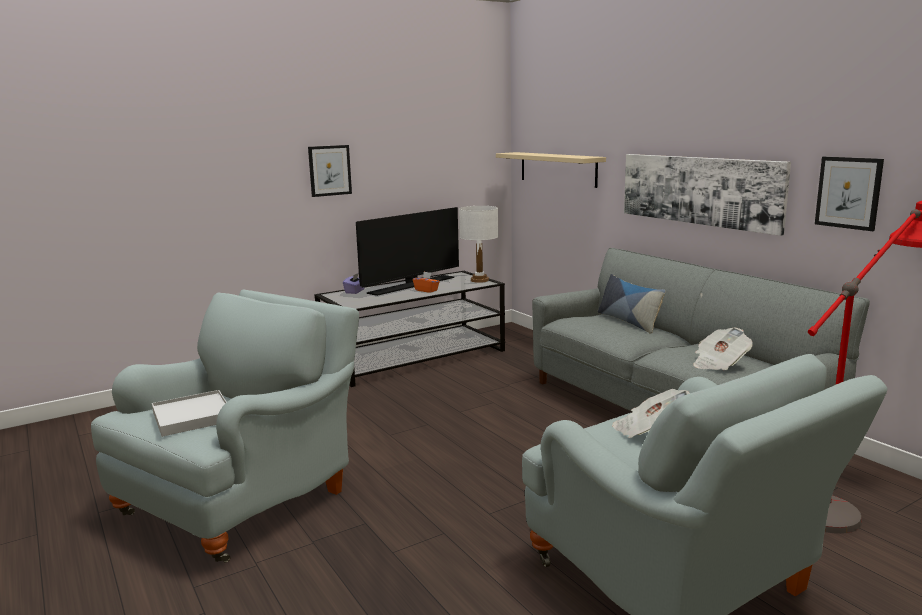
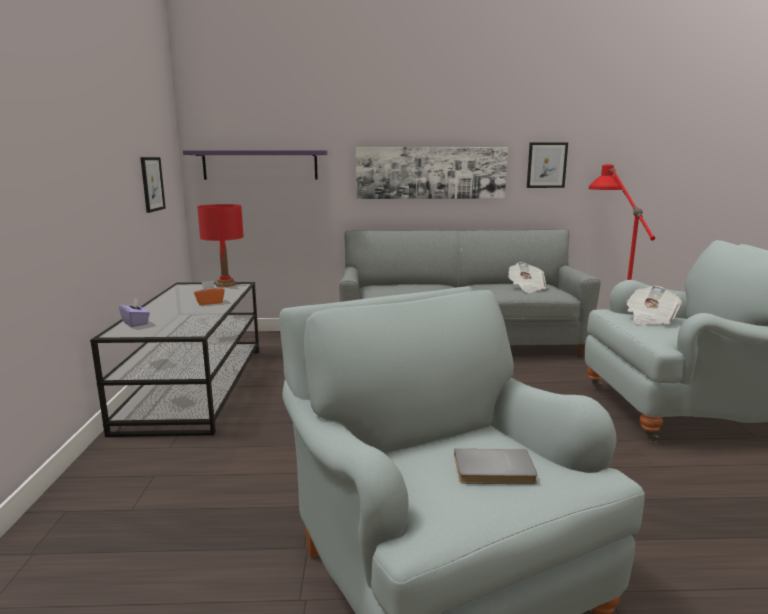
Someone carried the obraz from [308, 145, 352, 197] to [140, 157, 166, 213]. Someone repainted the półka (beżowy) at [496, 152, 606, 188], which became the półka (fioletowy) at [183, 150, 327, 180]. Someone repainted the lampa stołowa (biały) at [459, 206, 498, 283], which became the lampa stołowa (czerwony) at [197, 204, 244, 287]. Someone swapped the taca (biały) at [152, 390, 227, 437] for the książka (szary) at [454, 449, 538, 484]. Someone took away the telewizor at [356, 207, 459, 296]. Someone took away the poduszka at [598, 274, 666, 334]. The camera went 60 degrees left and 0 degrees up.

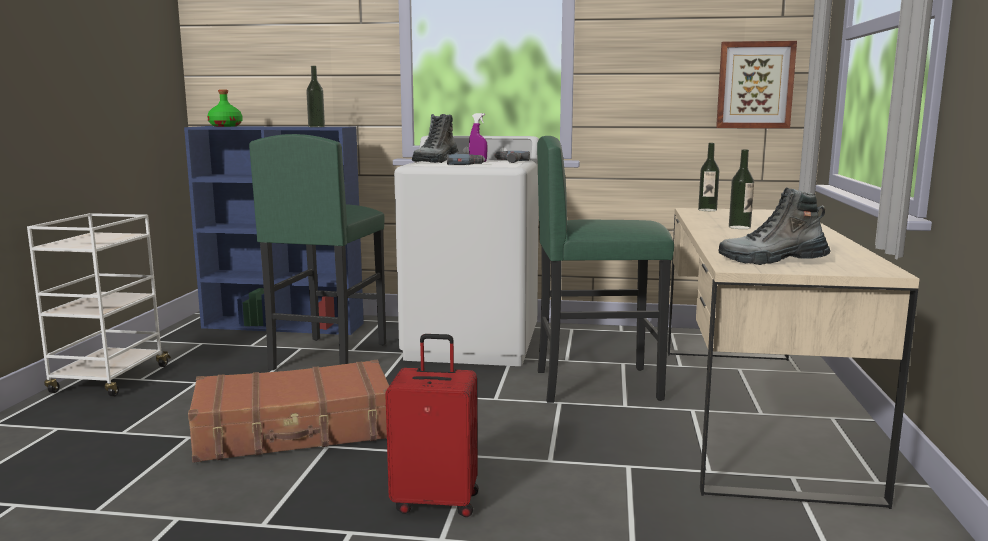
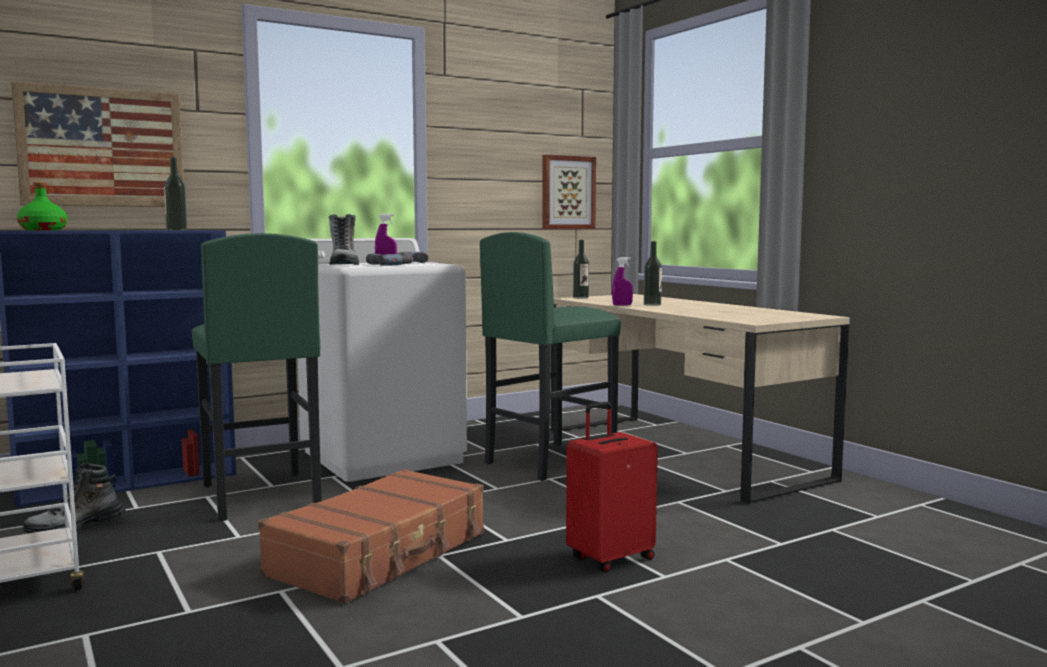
Someone put up the obraz at [11, 81, 184, 207]. Someone carried the but z cholewką from [719, 188, 831, 265] to [23, 463, 126, 534]. Someone put down the spryskiwacz (fioletowy) at [612, 257, 633, 306]. The camera went 40 degrees left and 5 degrees down.

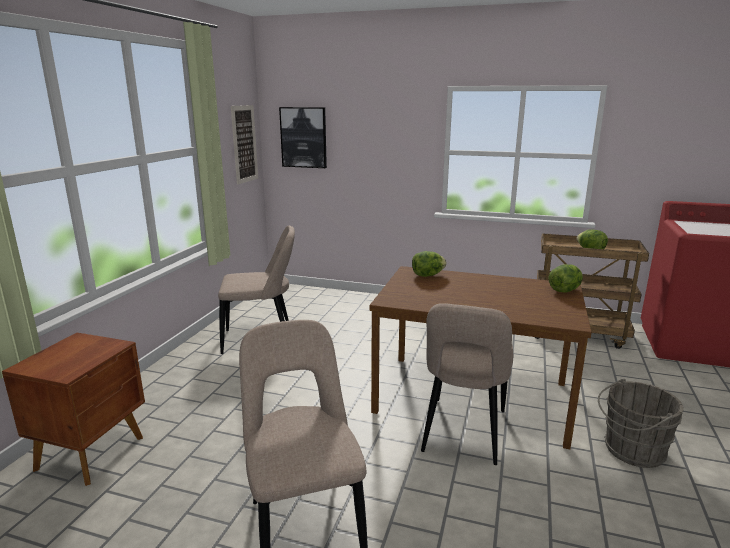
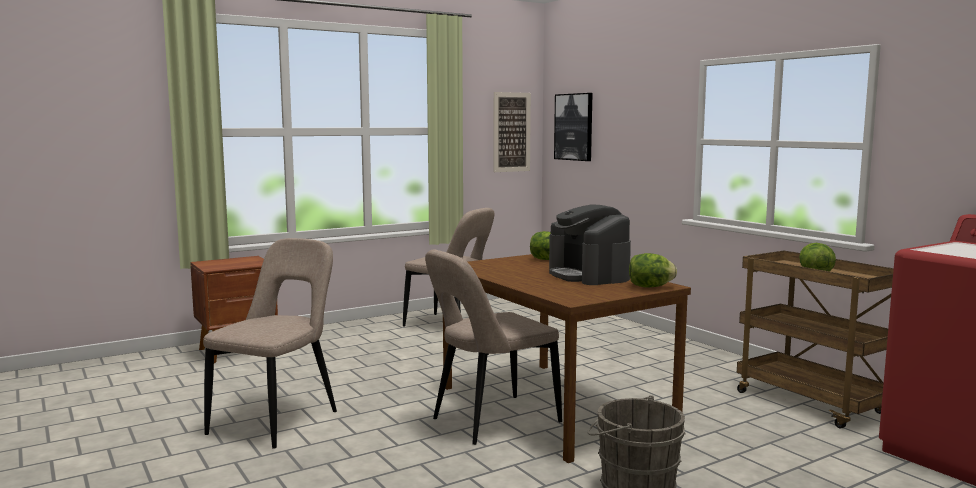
Someone put down the ekspres do kawy at [549, 204, 631, 285]. The camera went 40 degrees right and 10 degrees down.

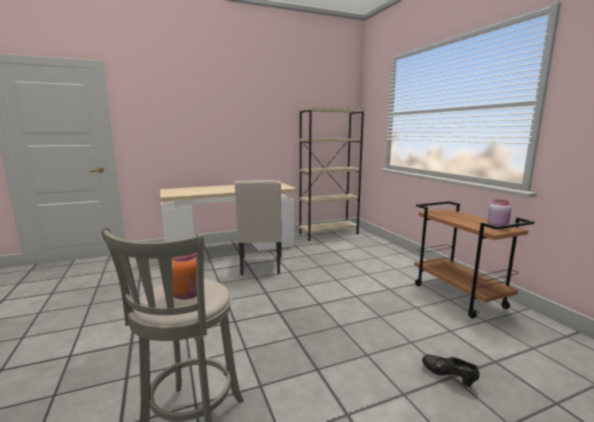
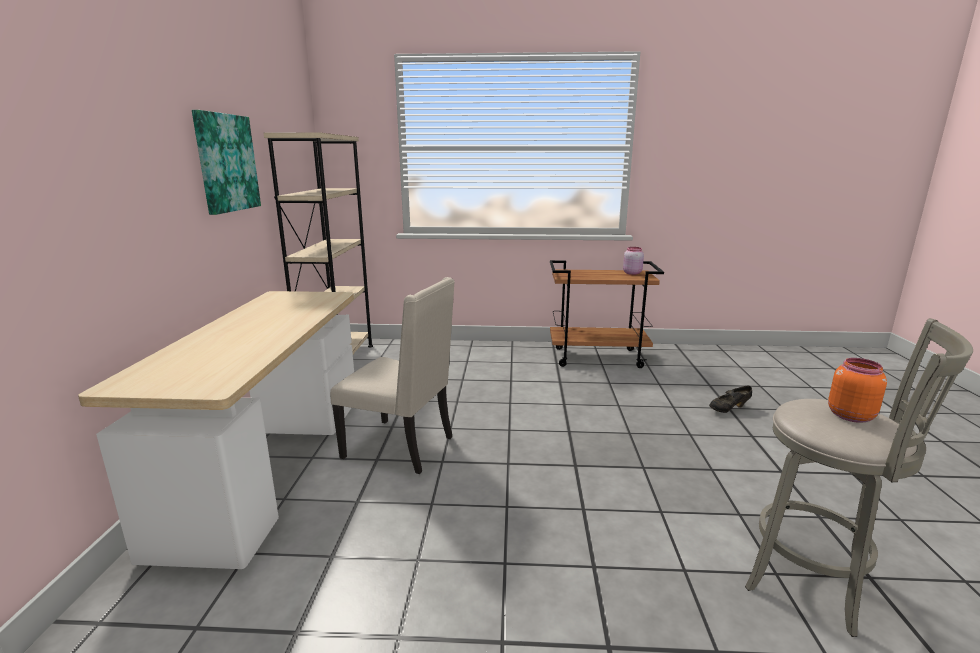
Someone put up the obraz at [192, 110, 261, 215]. The camera went 65 degrees left and 5 degrees up.

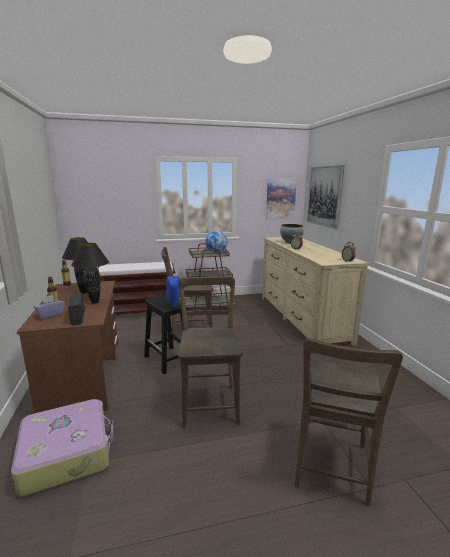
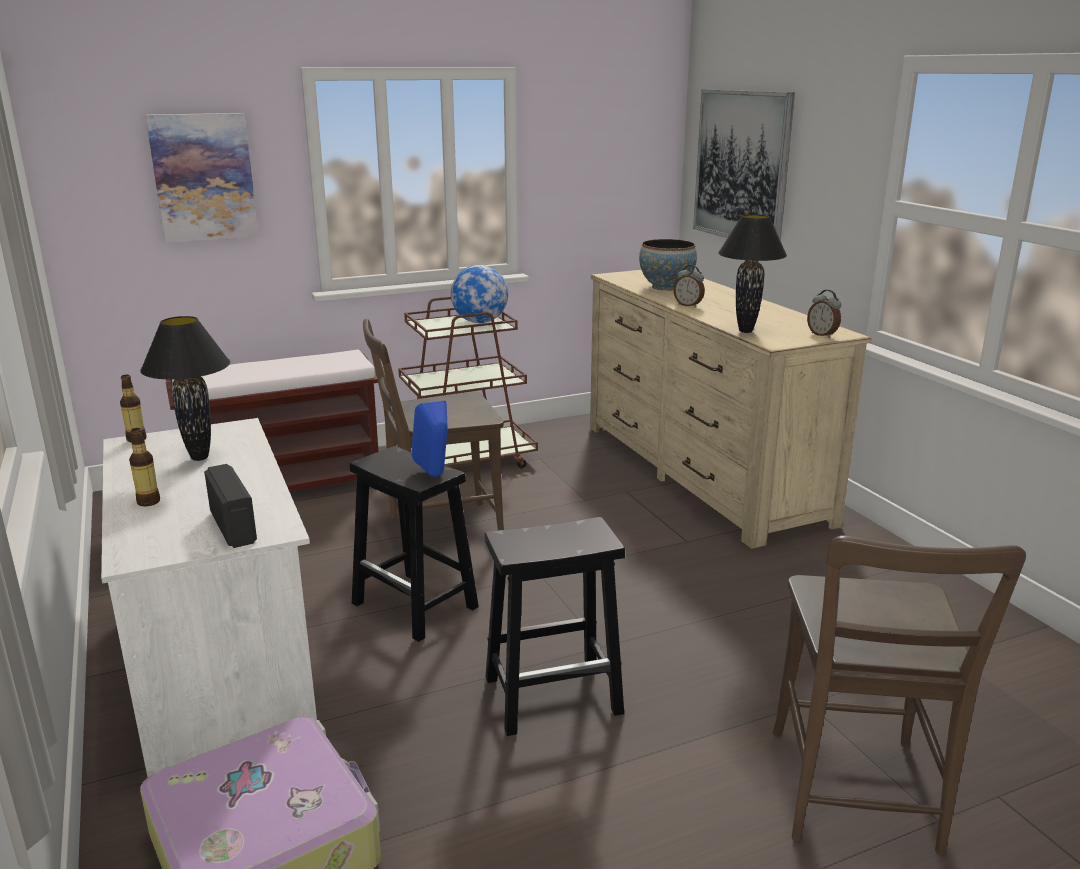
Someone repainted the biurko (brązowy) at [17, 281, 118, 413], which became the biurko (biały) at [101, 418, 317, 777]. Someone carried the obraz from [266, 178, 297, 219] to [145, 113, 259, 243]. Someone swapped the krzesło (brązowy) at [178, 277, 243, 428] for the stołek (czarny) at [485, 517, 625, 736]. Someone carried the lampa stołowa (czarny) from [71, 243, 109, 304] to [718, 214, 787, 333]. Someone took away the pudełko chusteczek (fioletowy) at [34, 295, 65, 319]. The camera went 10 degrees left and 5 degrees up.

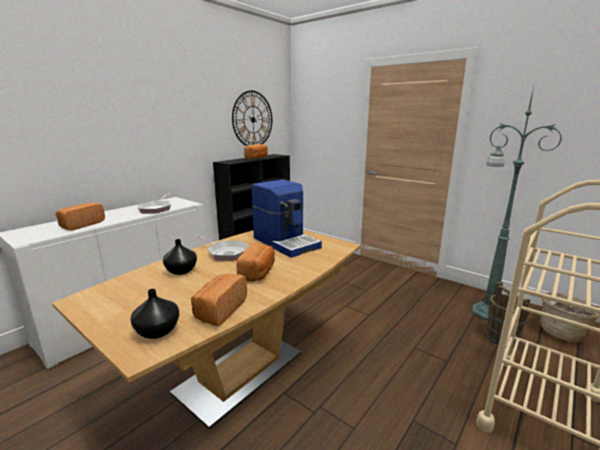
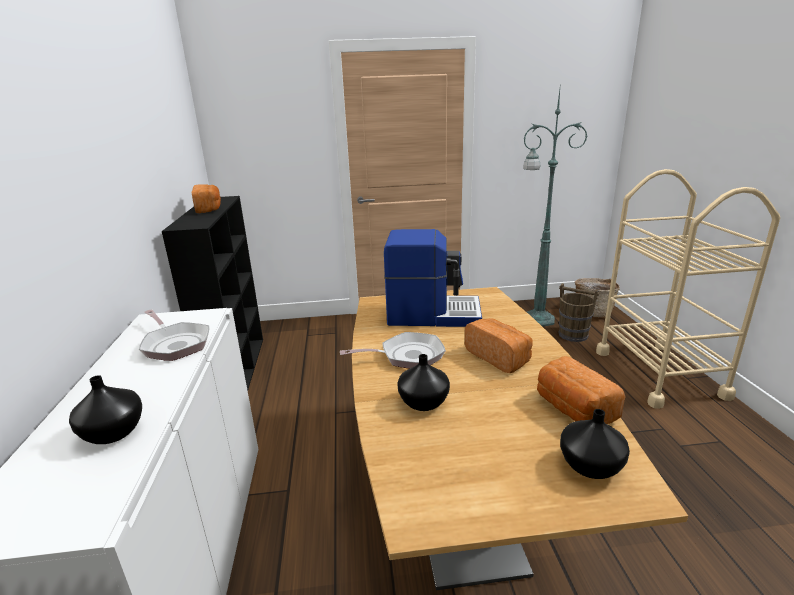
Someone swapped the chleb at [56, 203, 105, 230] for the wazon (czarny) at [69, 375, 142, 444]. Someone took away the zegar ścienny at [232, 91, 272, 146]. The camera went 45 degrees left and 5 degrees up.

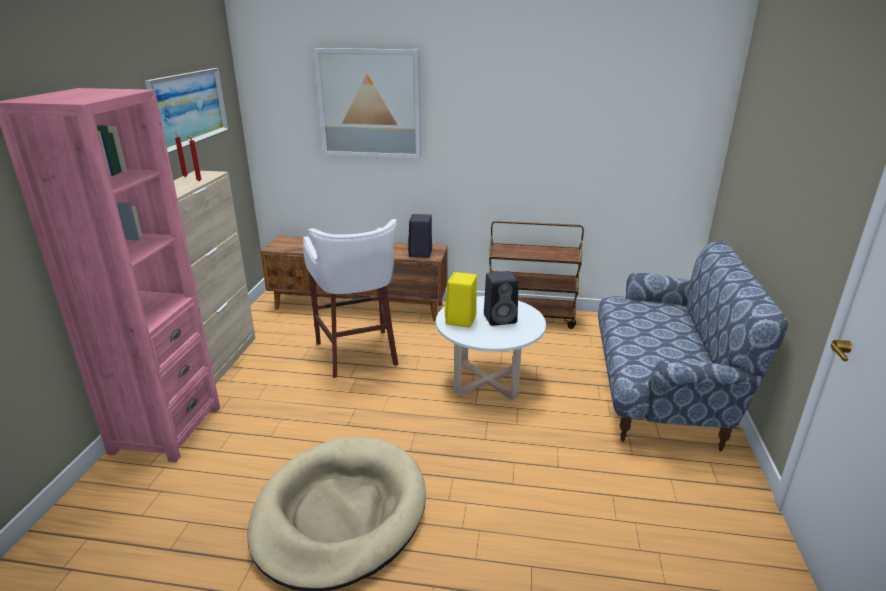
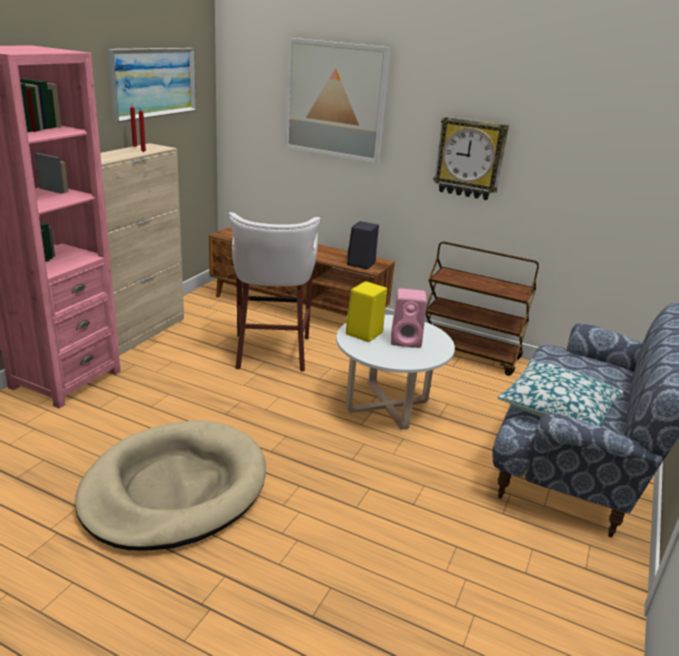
Someone repainted the głośnik (czarny) at [484, 271, 518, 326], which became the głośnik (różowy) at [391, 288, 427, 348]. Someone put up the zegar ścienny at [433, 116, 509, 200]. Someone put down the poduszka at [497, 359, 624, 427]. The camera went 15 degrees right and 0 degrees up.

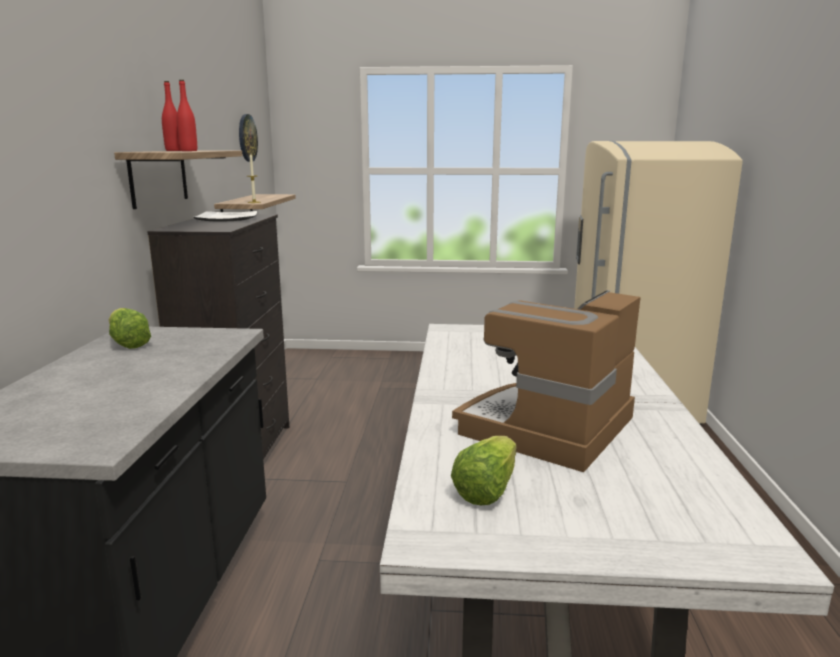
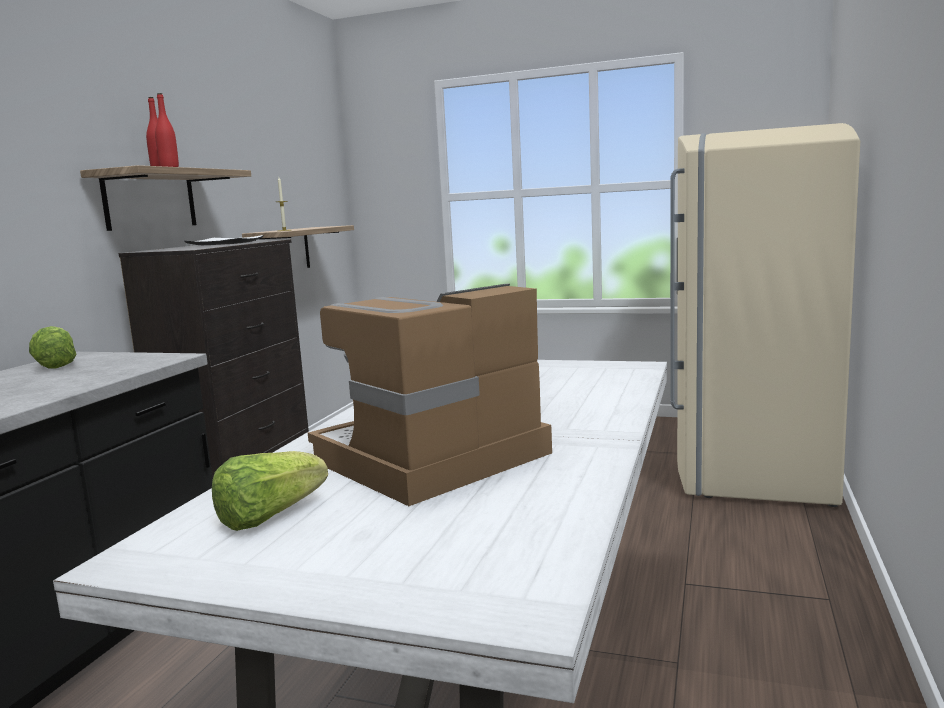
Someone took away the zegar ścienny at [239, 114, 258, 162]. The camera went 15 degrees right and 5 degrees down.

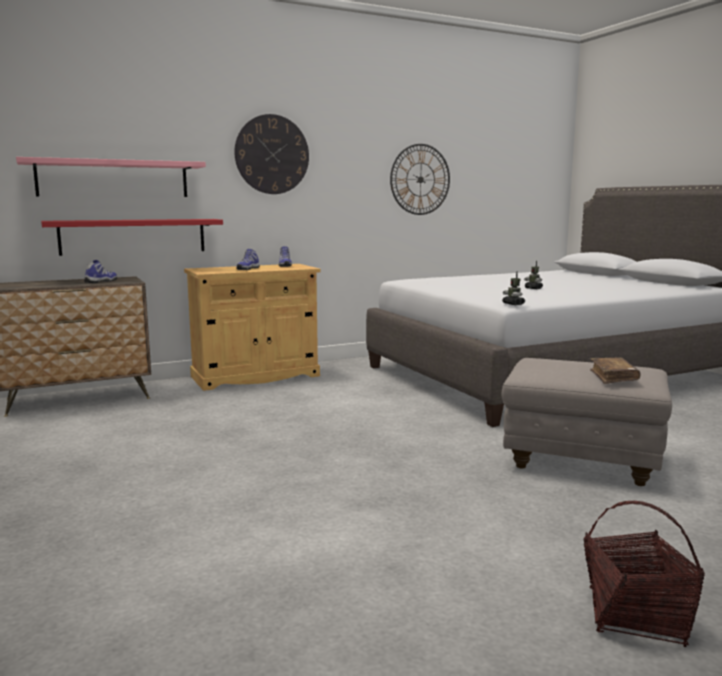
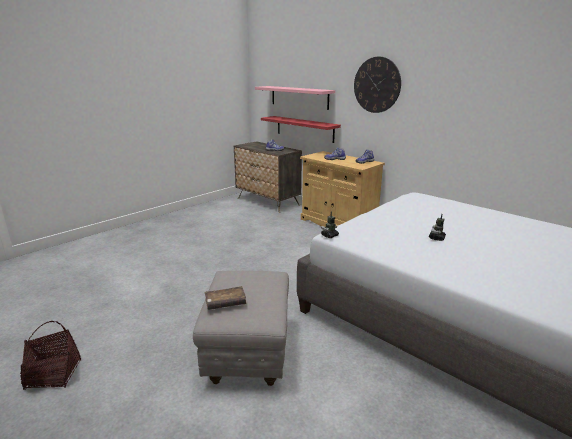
Someone took away the zegar ścienny at [390, 144, 450, 215]. The camera went 70 degrees right and 10 degrees up.

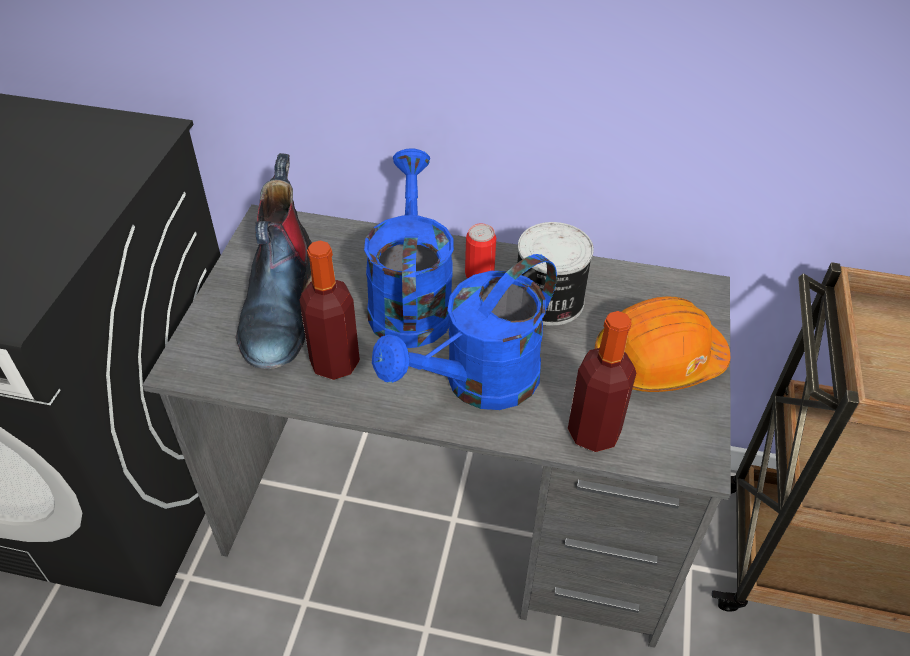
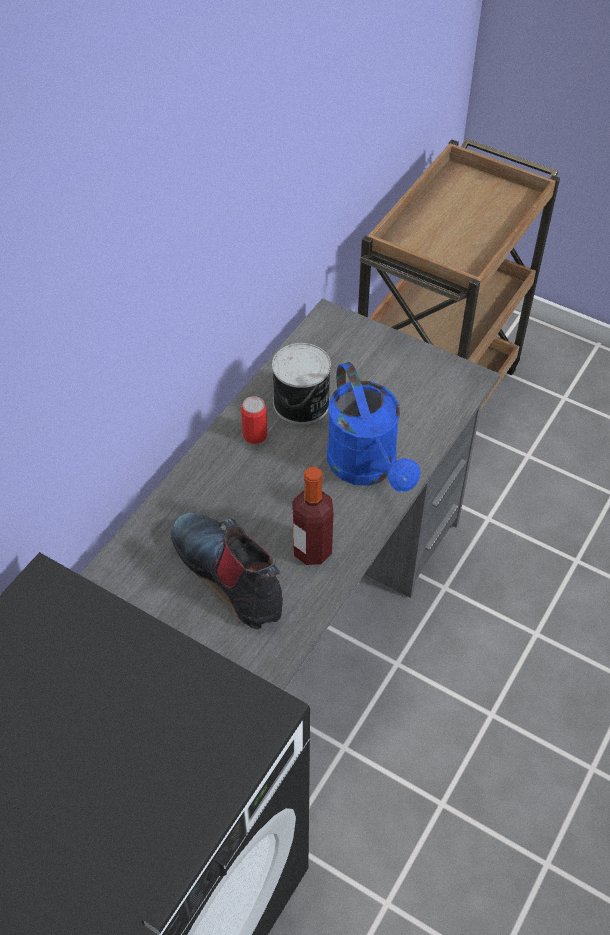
Someone rotated the but z cholewką at [236, 153, 312, 369] by 150 degrees counterclockwise. Someone took away the konewka (niebieski) at [364, 148, 454, 348]. Someone took away the butelka at [568, 311, 636, 452]. Someone took away the kask (pomarańczowy) at [595, 296, 730, 392]. The camera went 70 degrees left and 5 degrees up.

